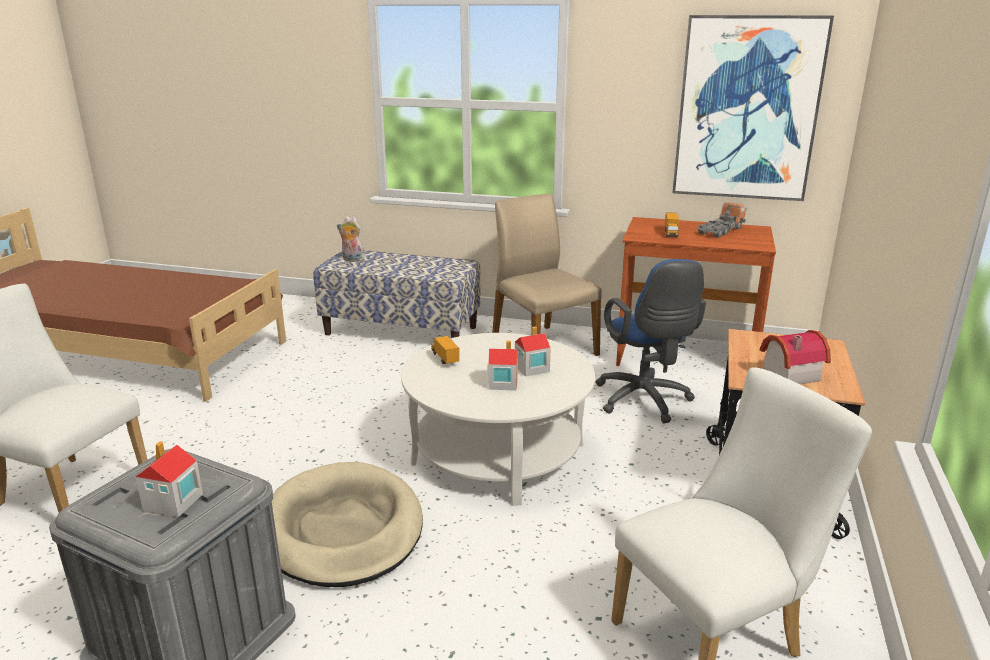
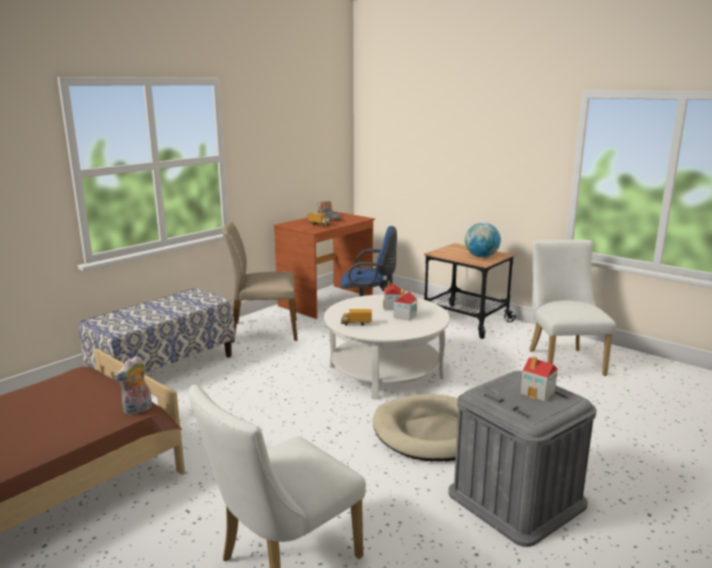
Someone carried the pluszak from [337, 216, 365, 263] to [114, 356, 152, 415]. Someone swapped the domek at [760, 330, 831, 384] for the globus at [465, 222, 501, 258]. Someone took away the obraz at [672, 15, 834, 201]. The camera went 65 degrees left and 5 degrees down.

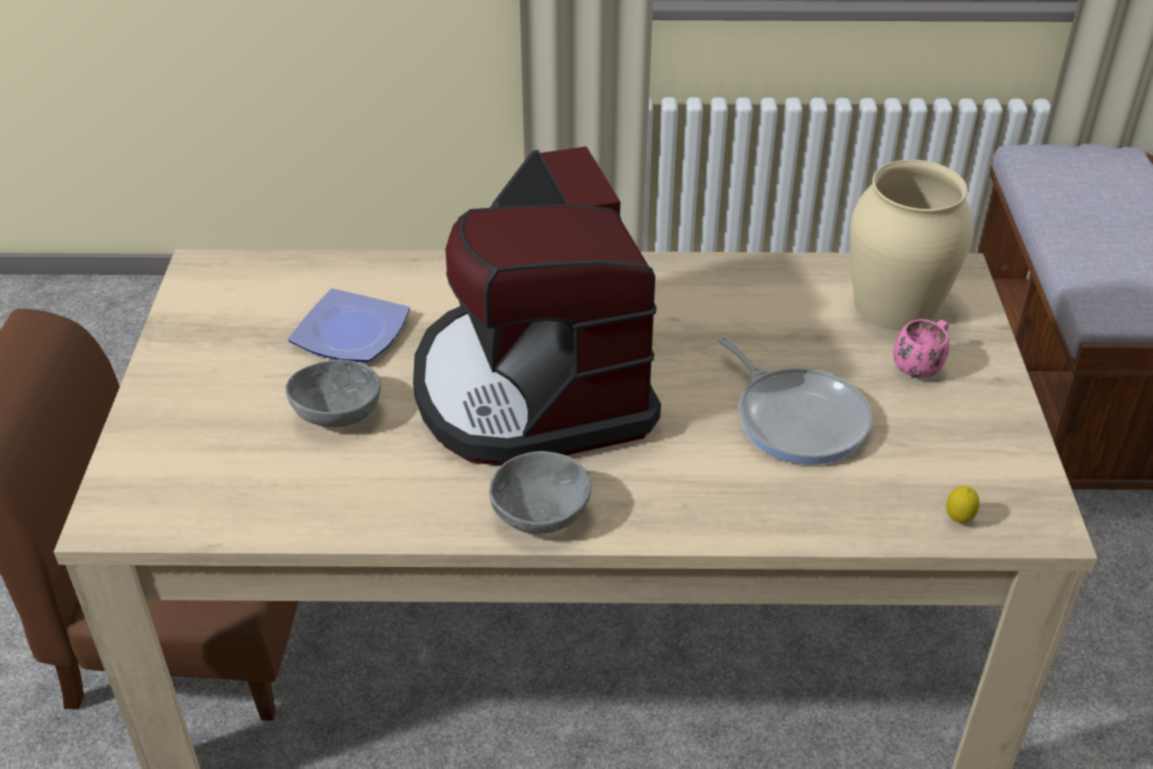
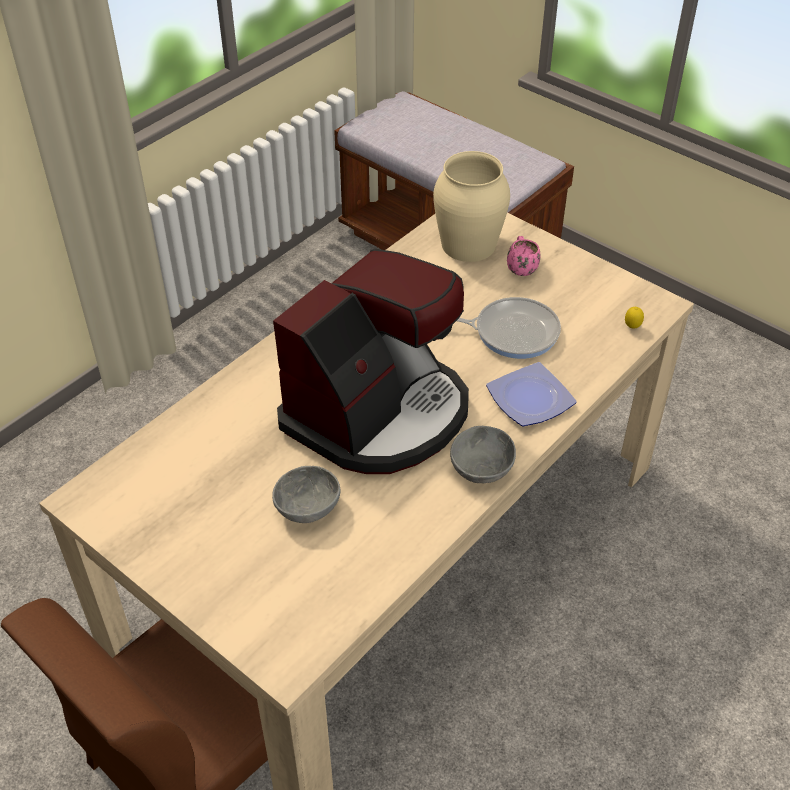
Someone rotated the ekspres do kawy at [413, 146, 661, 466] by 75 degrees counterclockwise. Someone carried the talerz from [288, 288, 410, 362] to [486, 362, 577, 427]. The camera went 50 degrees left and 5 degrees up.

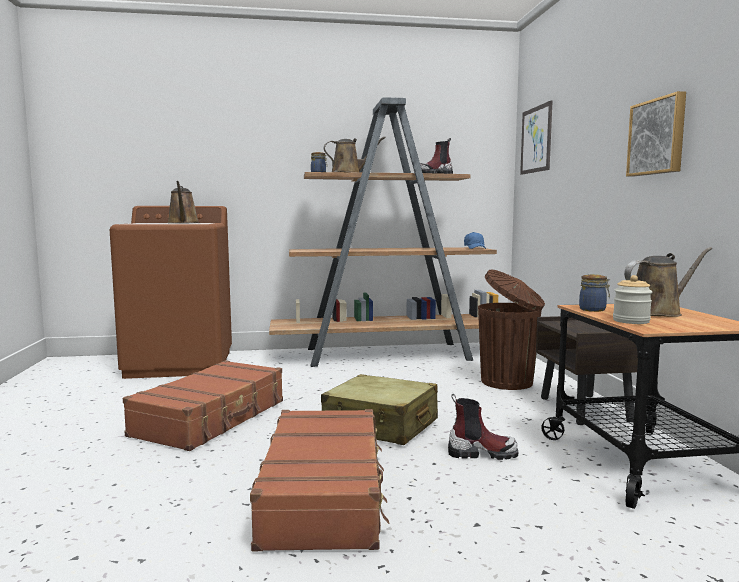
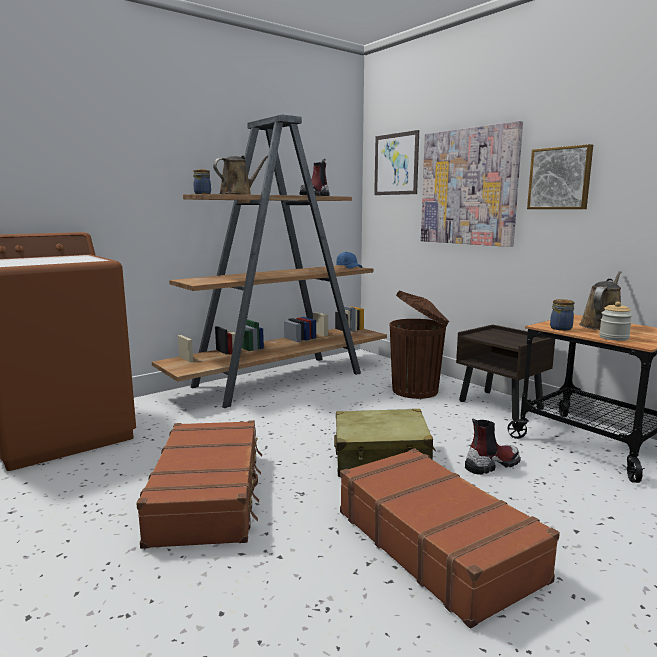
Someone put up the obraz at [421, 121, 523, 247]. Someone took away the konewka (brązowy) at [168, 181, 199, 224]. The camera went 30 degrees left and 5 degrees up.

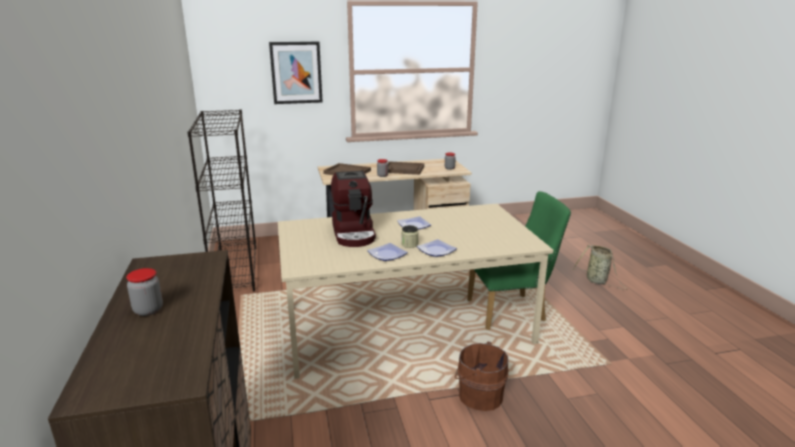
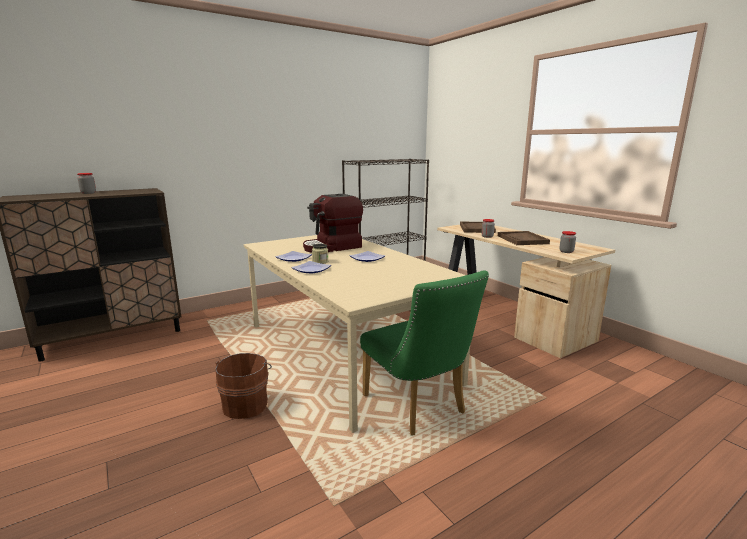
Someone took away the obraz at [269, 42, 323, 104]. Someone took away the koszyk at [572, 245, 627, 290]. The camera went 70 degrees right and 5 degrees down.

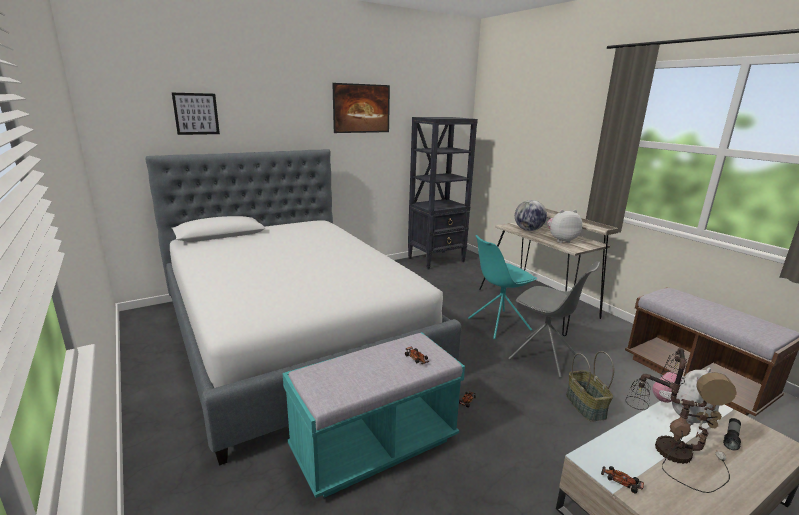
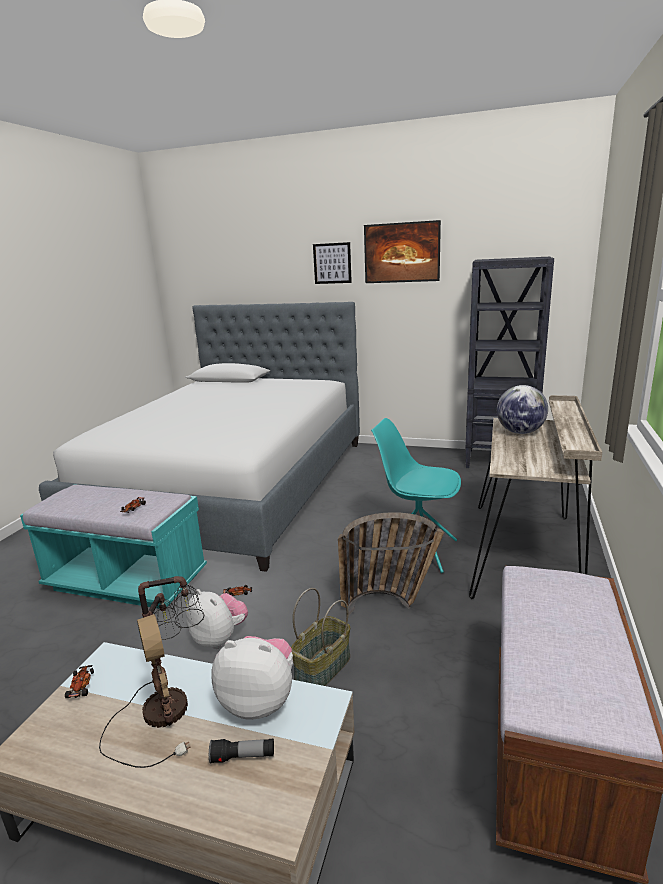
Someone carried the pluszak from [547, 210, 582, 243] to [186, 589, 248, 649]. Someone carried the obraz from [172, 93, 220, 135] to [313, 242, 352, 284]. Someone swapped the krzesło (szary) at [508, 261, 600, 378] for the koszyk at [338, 512, 444, 615]. The camera went 50 degrees right and 0 degrees up.

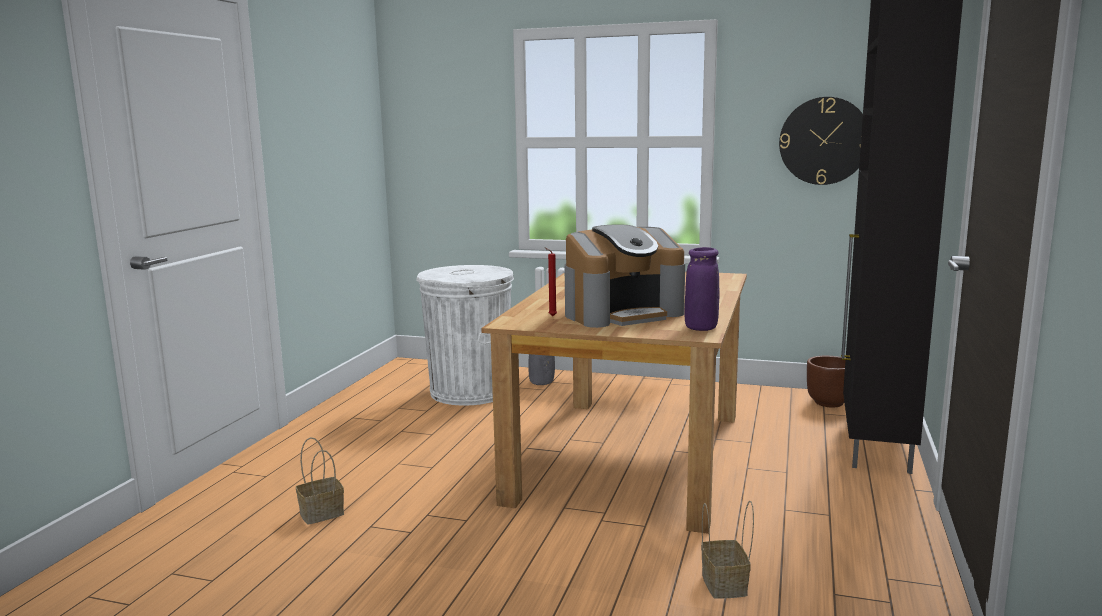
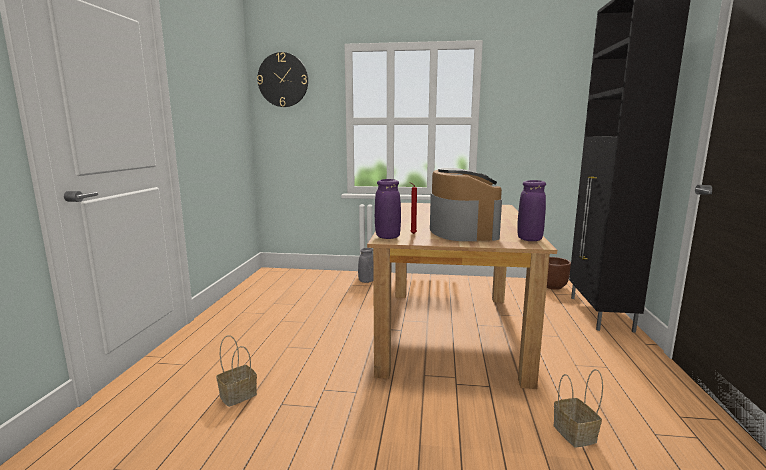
Someone carried the zegar ścienny from [779, 97, 863, 185] to [257, 52, 308, 107]. Someone put down the wazon (fioletowy) at [375, 179, 401, 239]. Someone rotated the ekspres do kawy at [565, 224, 685, 328] by 60 degrees counterclockwise. Someone took away the kosz na śmieci (biały) at [416, 265, 514, 406]. The camera went 10 degrees left and 0 degrees up.

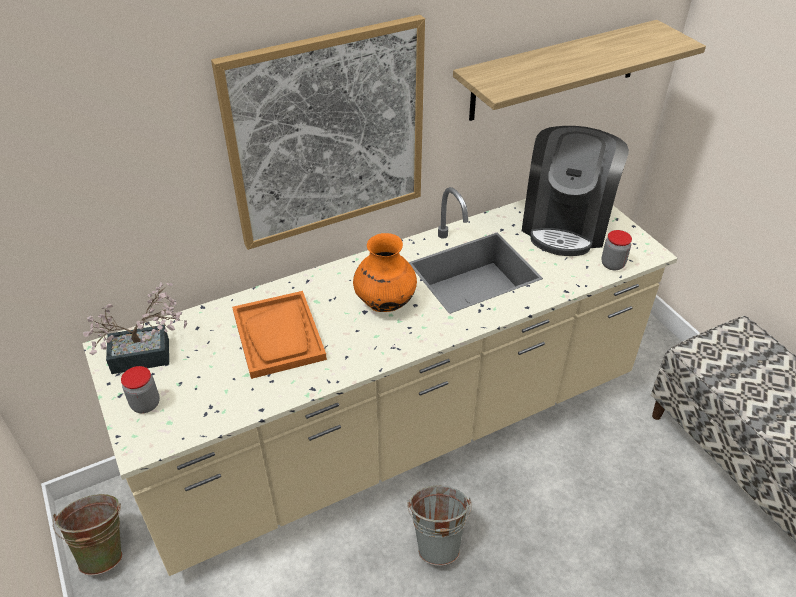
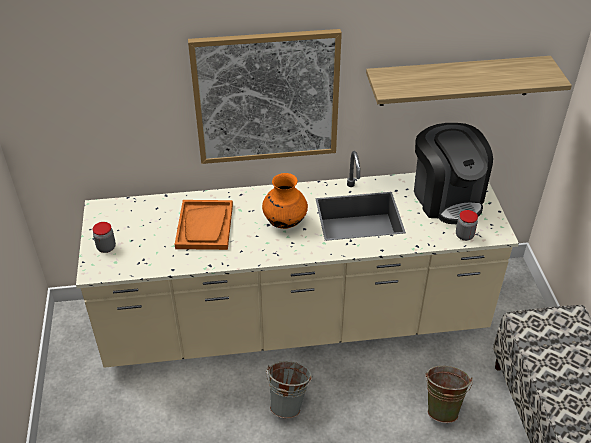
Someone rotated the ekspres do kawy at [522, 126, 629, 256] by 60 degrees counterclockwise. Someone carried the wiadro (zielony) from [53, 494, 122, 576] to [425, 366, 473, 423]. Someone took away the roślina doniczkowa at [83, 283, 187, 374]. The camera went 20 degrees right and 0 degrees up.

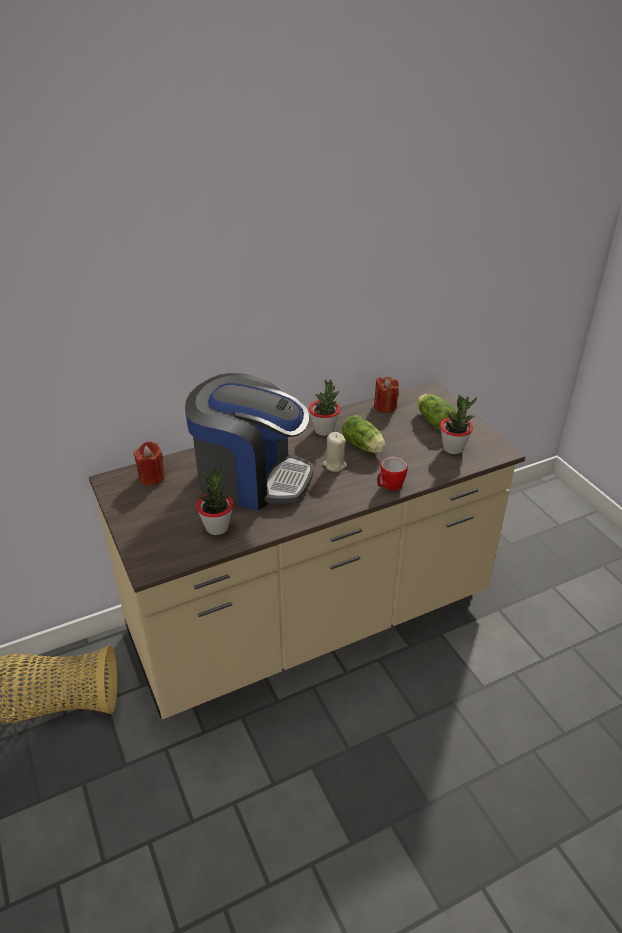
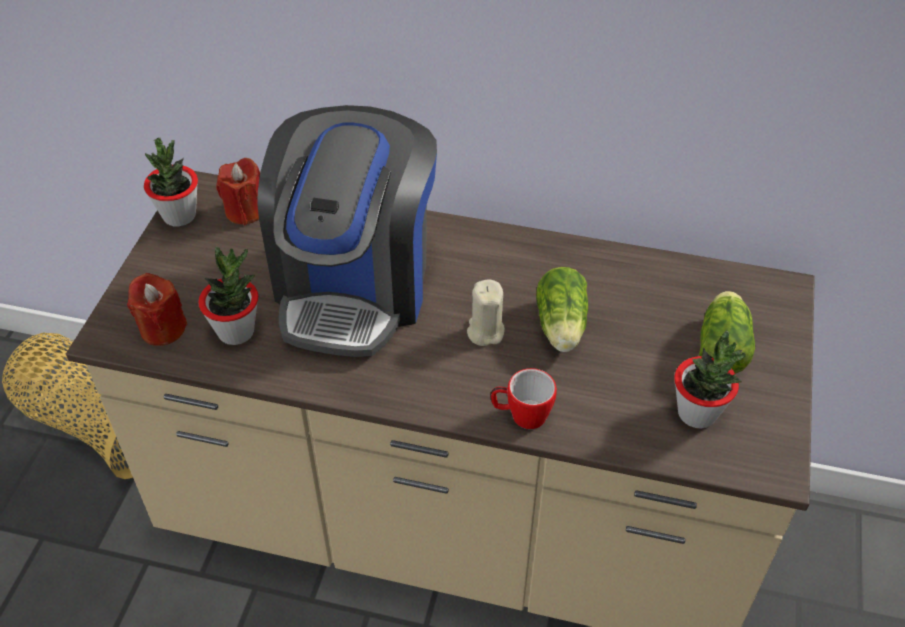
Someone carried the świeca (czerwony) from [374, 377, 399, 413] to [127, 273, 187, 346]. Someone carried the roślina doniczkowa from [309, 379, 340, 436] to [144, 137, 198, 227]. Someone rotated the ekspres do kawy at [185, 373, 313, 511] by 45 degrees clockwise. The camera went 40 degrees right and 10 degrees up.

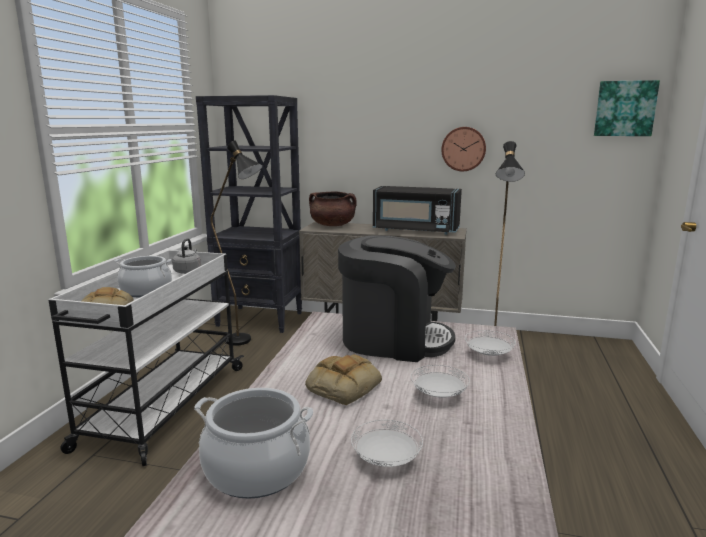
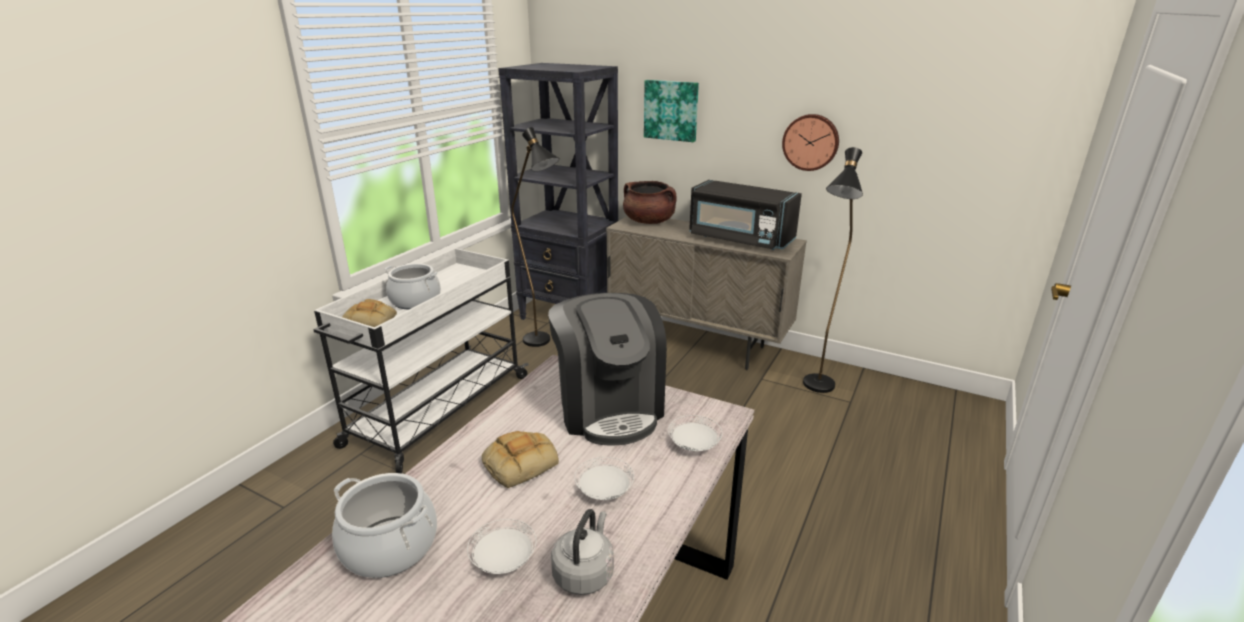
Someone rotated the ekspres do kawy at [338, 235, 456, 362] by 45 degrees clockwise. Someone carried the czajnik (szary) from [172, 238, 201, 274] to [551, 509, 614, 595]. Someone carried the obraz from [594, 80, 660, 136] to [644, 80, 699, 142]. The camera went 15 degrees right and 10 degrees up.

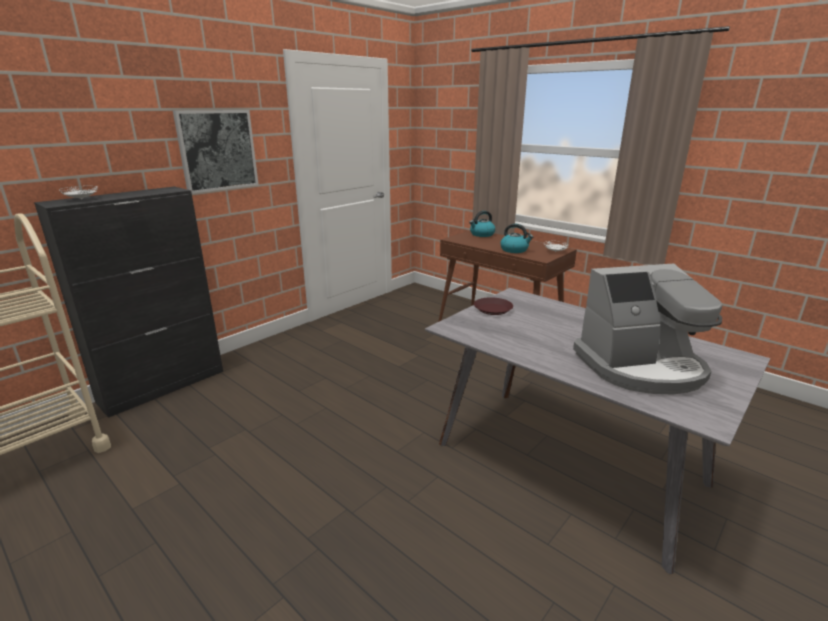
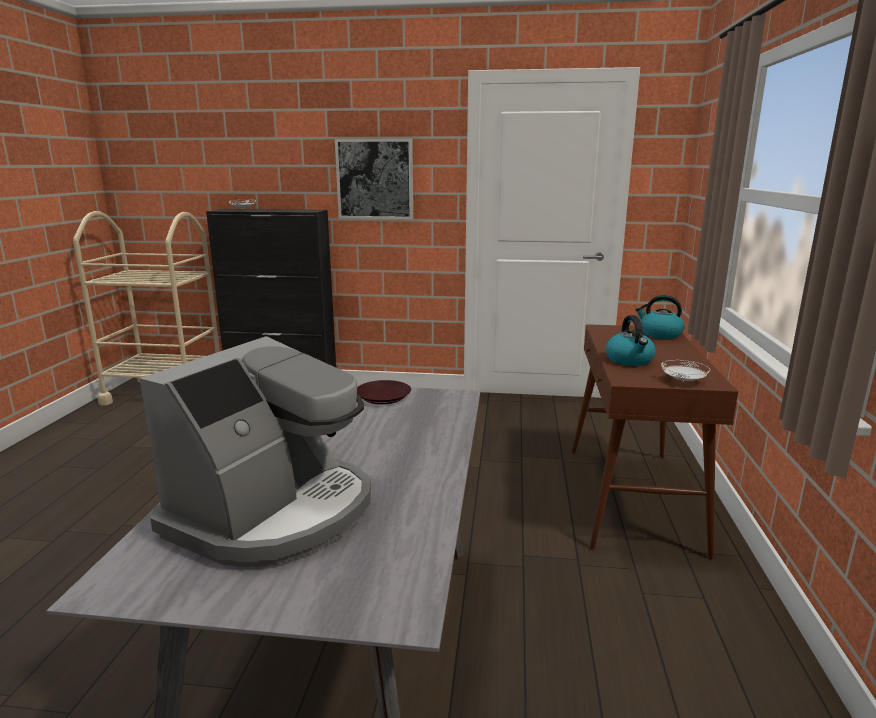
Someone rotated the ekspres do kawy at [573, 263, 722, 394] by 105 degrees counterclockwise. The camera went 55 degrees right and 5 degrees down.

